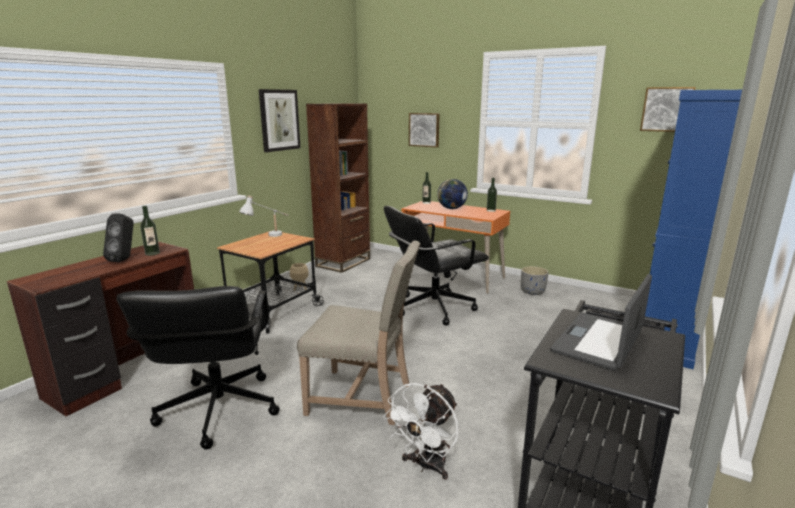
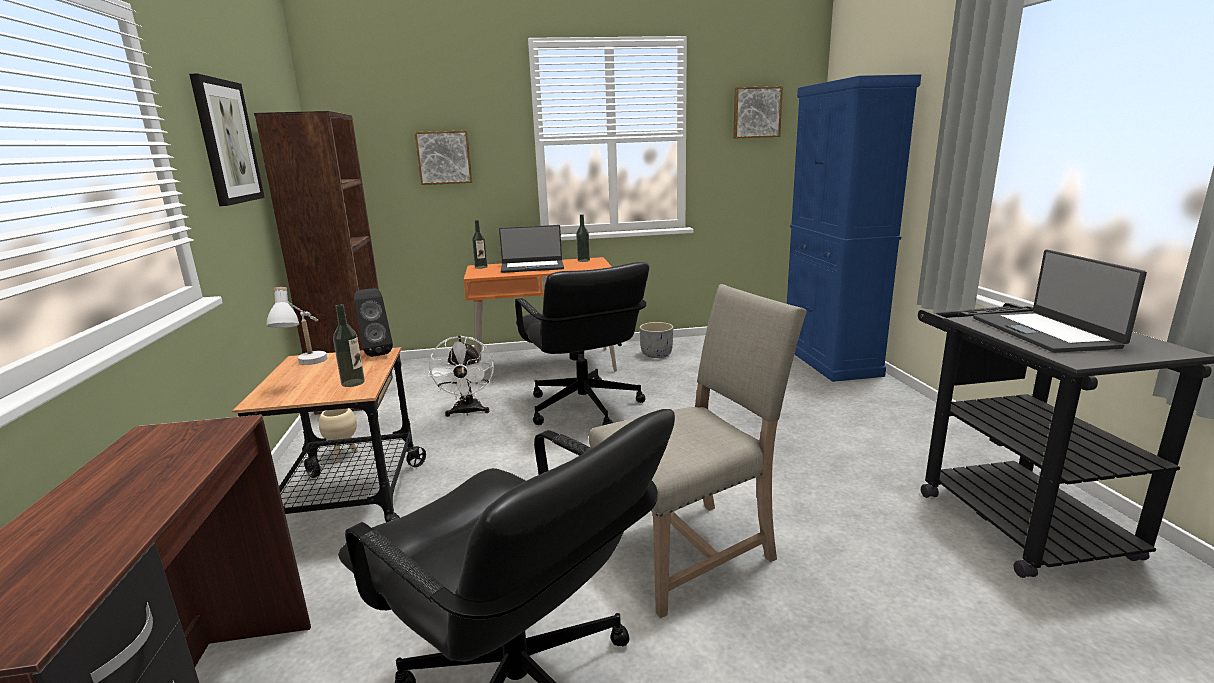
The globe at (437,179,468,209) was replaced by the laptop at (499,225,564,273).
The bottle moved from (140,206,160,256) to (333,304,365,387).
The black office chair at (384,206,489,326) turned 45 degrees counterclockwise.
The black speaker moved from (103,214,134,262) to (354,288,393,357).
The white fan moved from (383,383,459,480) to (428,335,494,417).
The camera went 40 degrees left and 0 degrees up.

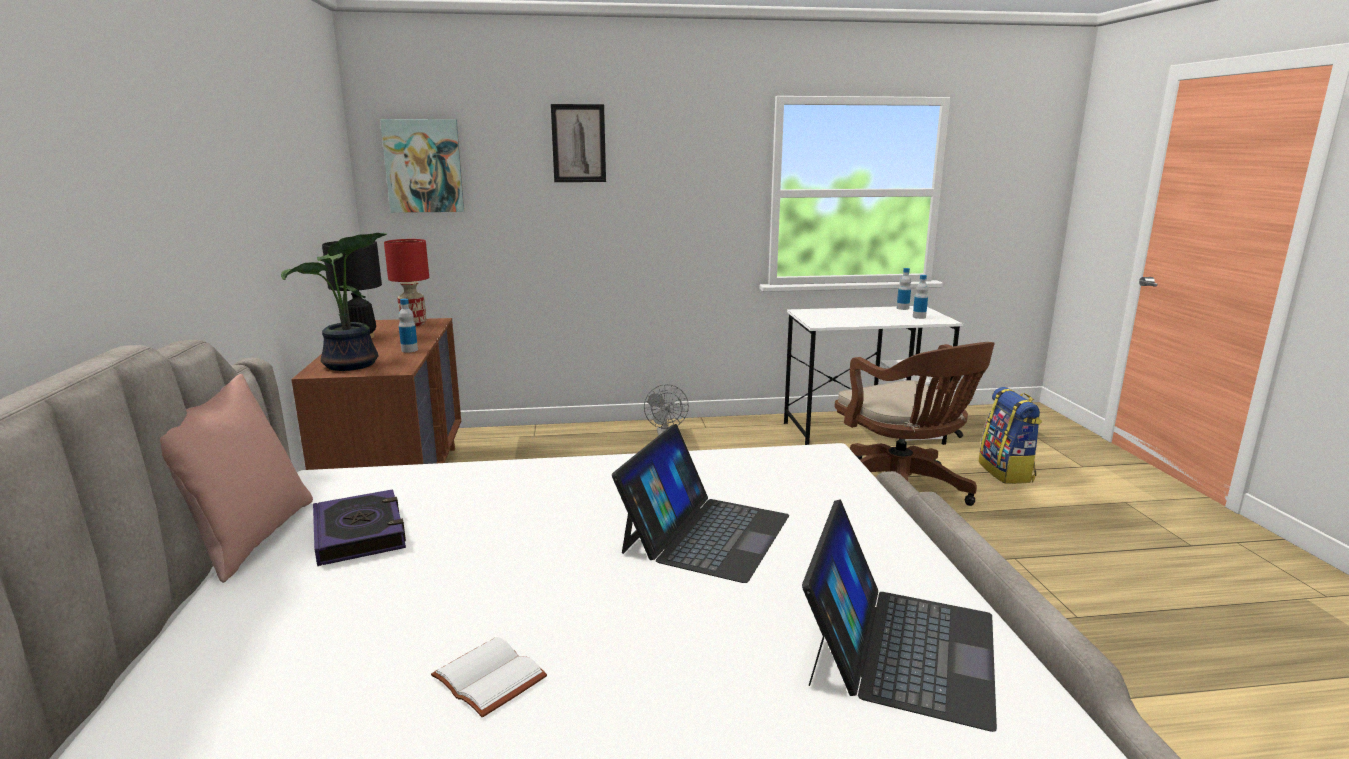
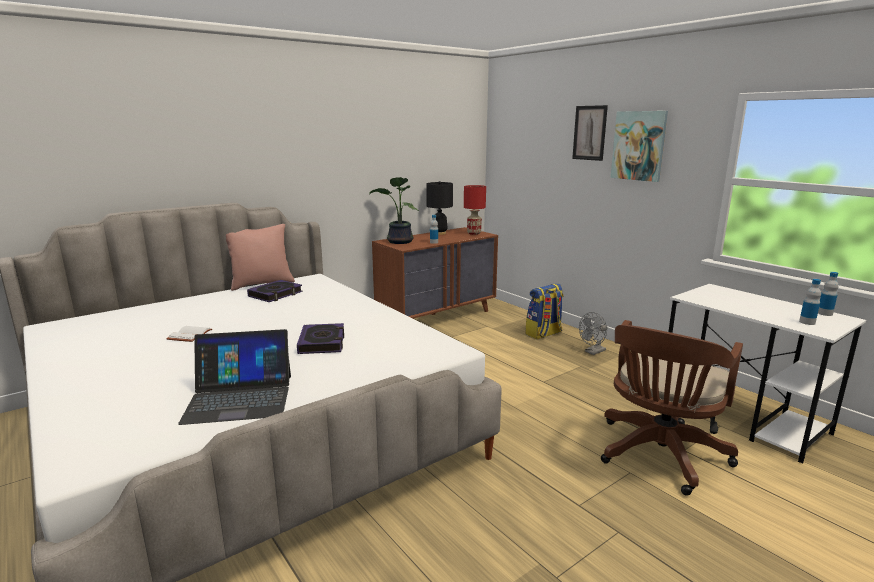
The picture moved from (380,119,464,213) to (610,111,668,182).
The backpack moved from (979,387,1042,484) to (525,283,564,340).
The laptop at (612,424,789,583) was replaced by the book at (297,323,344,354).
The camera went 60 degrees right and 0 degrees up.

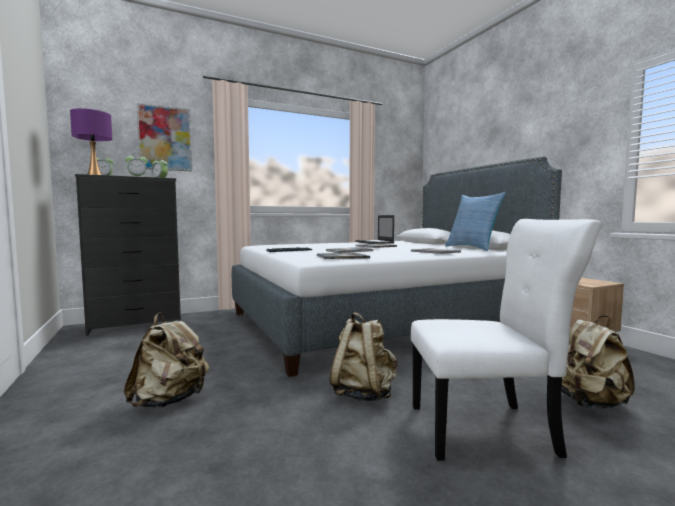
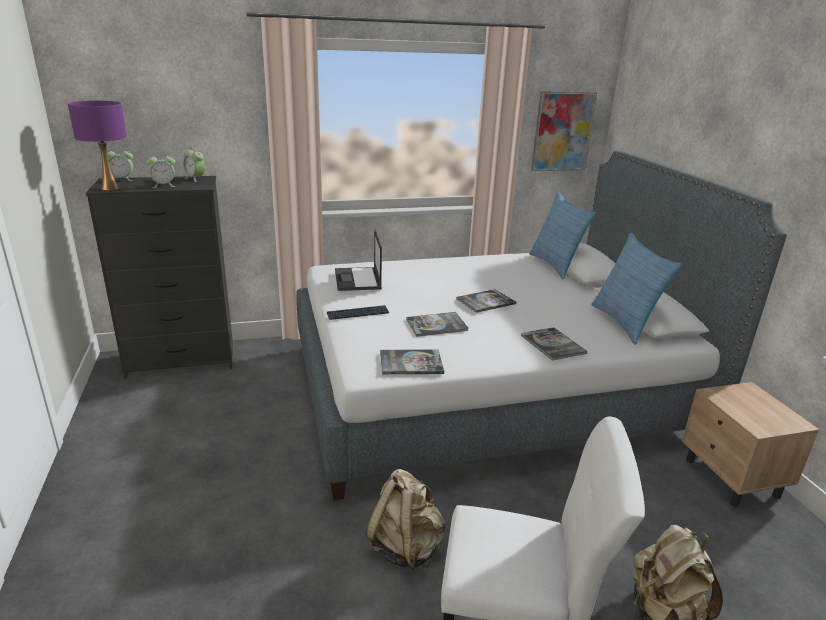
The picture moved from (136,103,192,172) to (531,91,597,171).
The laptop moved from (356,215,394,244) to (335,229,382,291).
The beige backpack at (124,313,209,408) disappeared.
The pillow at (529,192,596,280) appeared.
The camera went 10 degrees right and 20 degrees up.

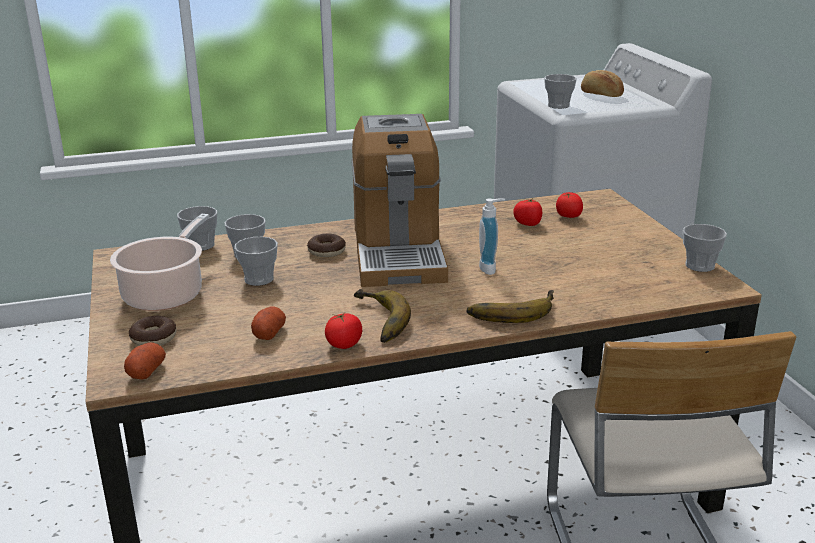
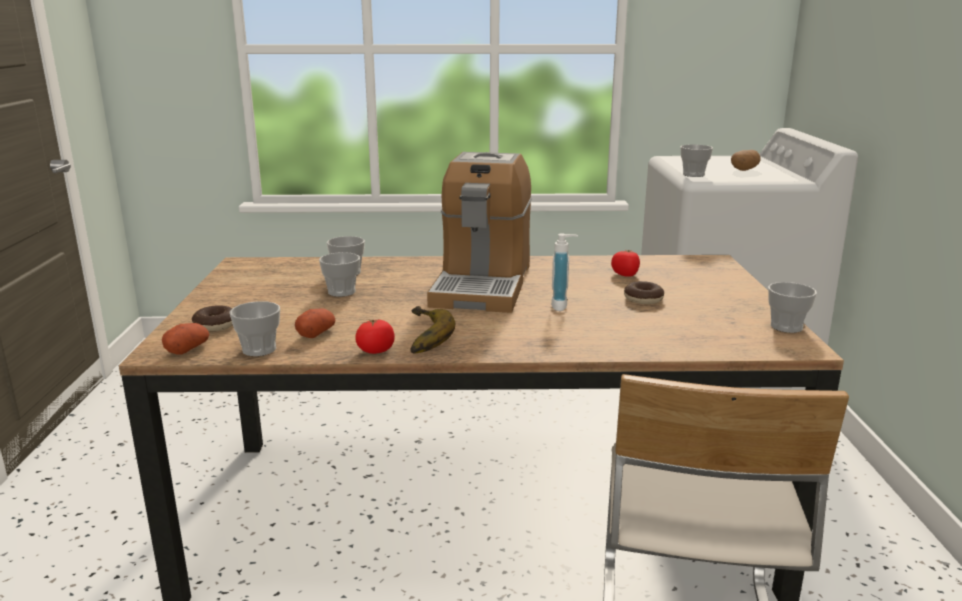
The bread at (581,70,624,97) was replaced by the potato at (731,150,761,171).
The tomato at (556,192,583,218) disappeared.
The cup moved from (177,206,217,251) to (230,301,280,356).
The cooking pot at (110,214,209,311) disappeared.
The donut moved from (307,234,346,257) to (624,281,664,304).
The banana at (466,290,554,323) disappeared.
The camera went 15 degrees right and 5 degrees down.

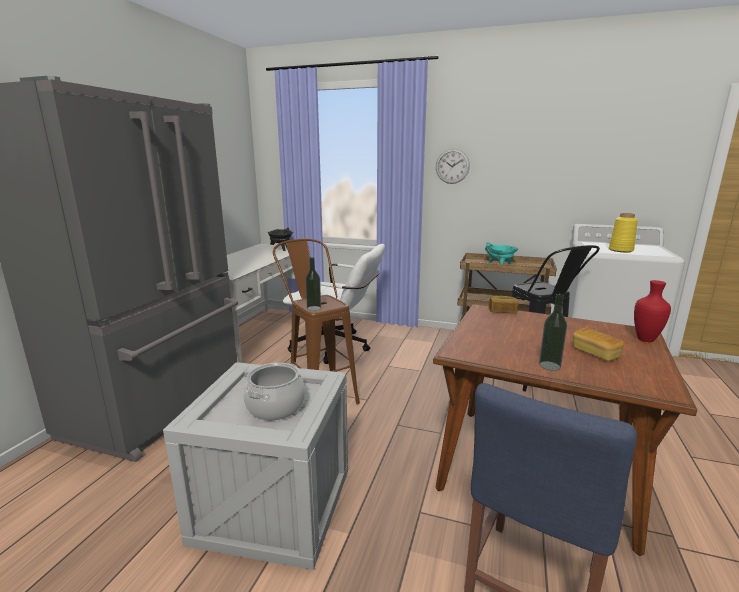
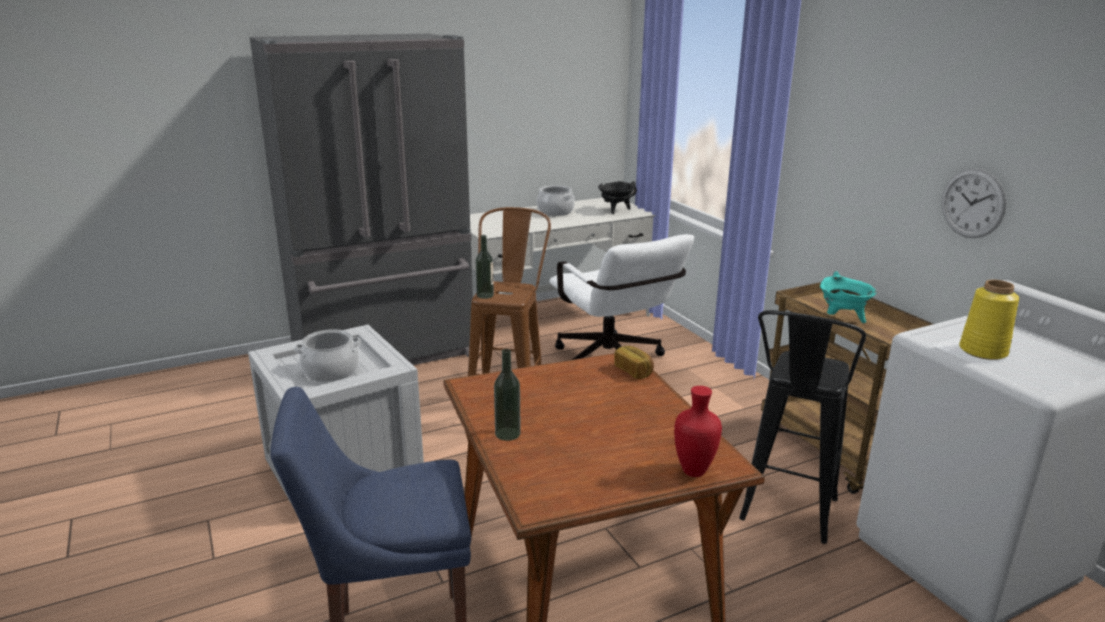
The wall clock moved from (436,149,470,184) to (941,168,1007,238).
The bread at (573,328,624,361) disappeared.
The cooking pot at (537,185,575,216) appeared.
The camera went 45 degrees right and 5 degrees up.

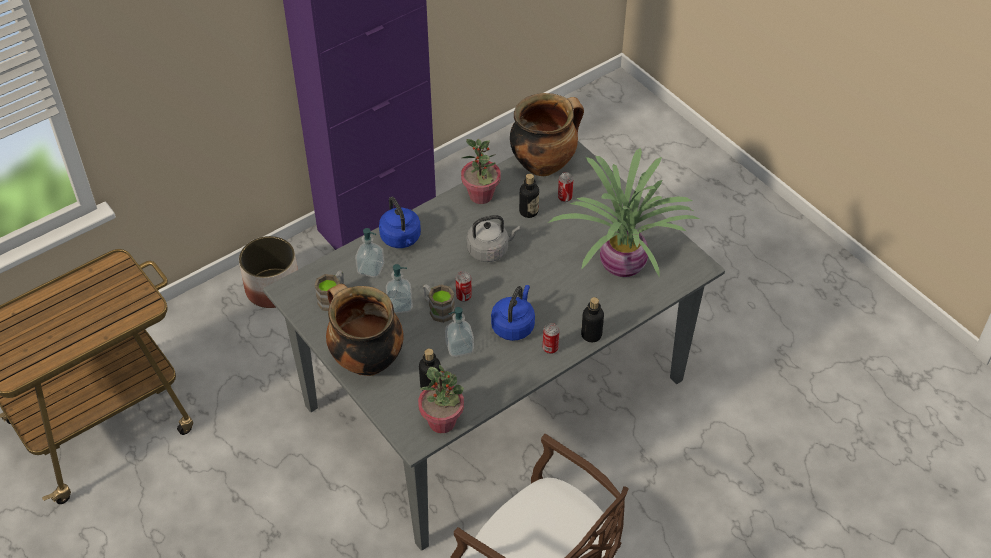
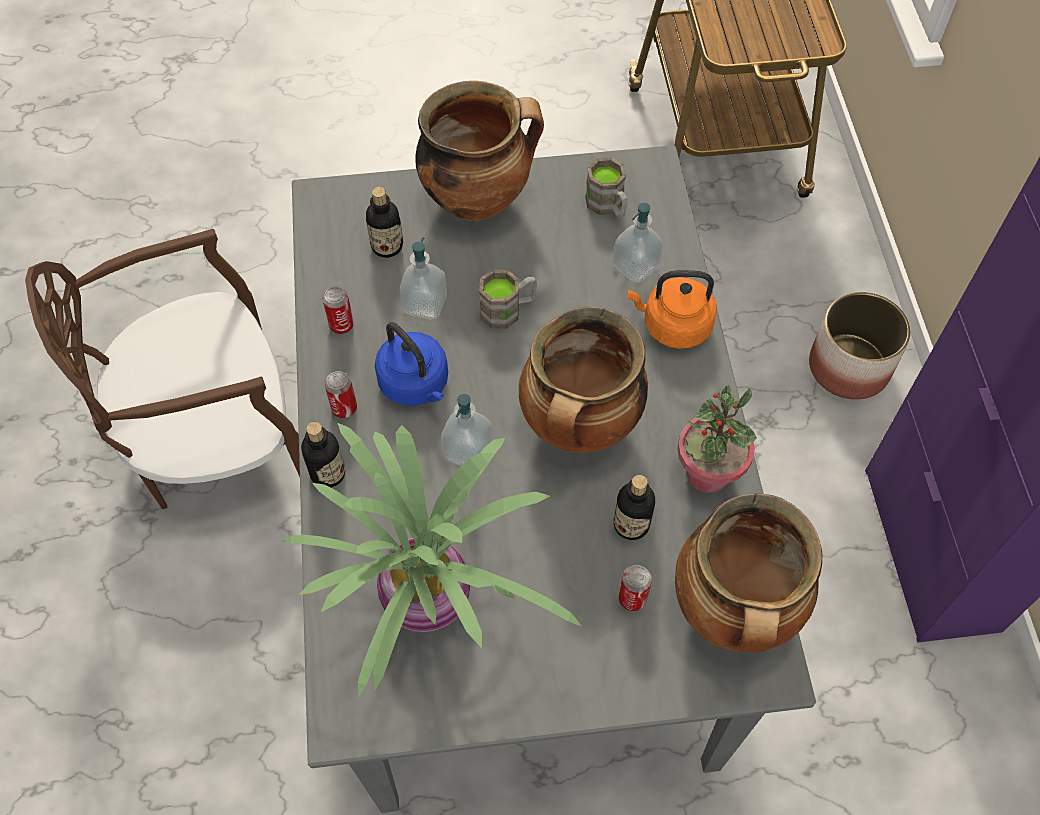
The blue kettle at (379,197,421,248) became the orange kettle at (627,270,717,349).
The grey kettle at (467,215,520,262) was replaced by the cooking pot at (519,307,648,453).
The soap dispenser moved from (386,264,413,313) to (441,394,492,466).
The can moved from (456,271,472,302) to (322,287,354,334).
The potted plant at (418,364,464,433) disappeared.
The camera went 120 degrees right and 10 degrees up.

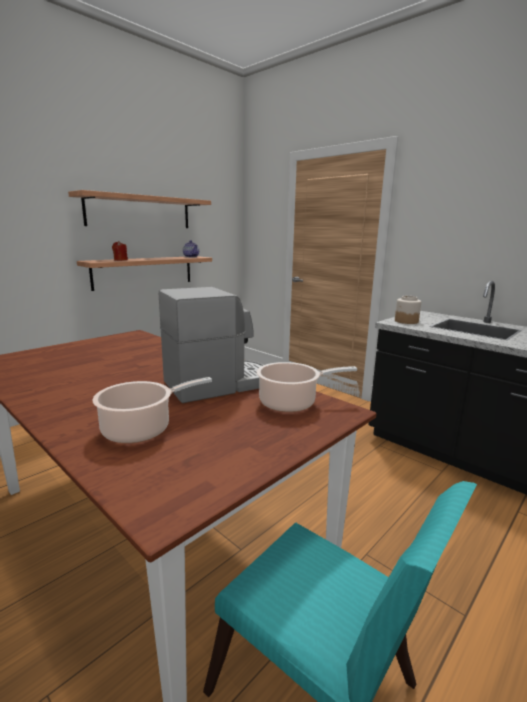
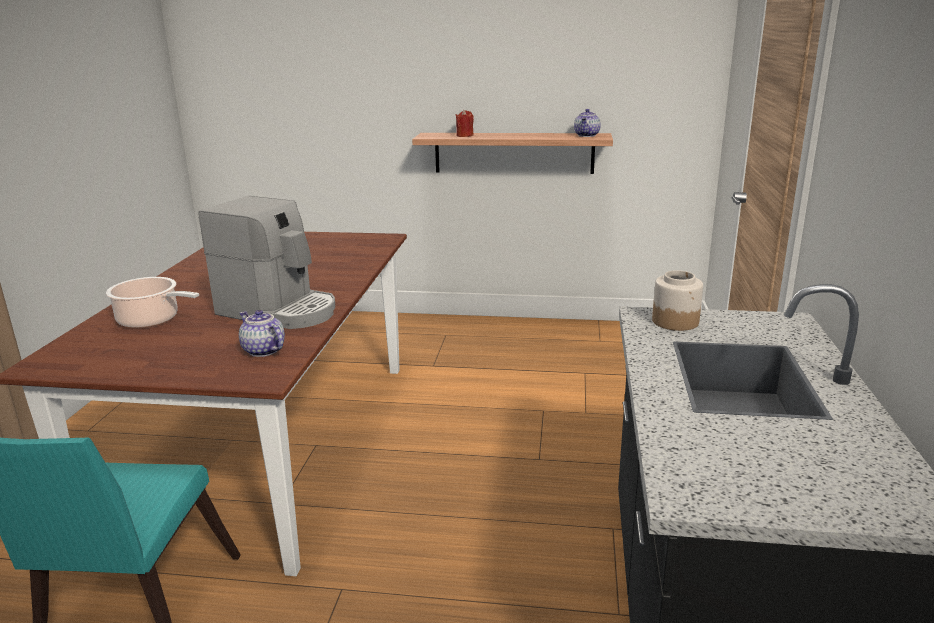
The shelf at (68,190,211,228) disappeared.
The cooking pot at (257,362,357,412) was replaced by the teapot at (239,310,285,357).
The camera went 55 degrees right and 5 degrees up.

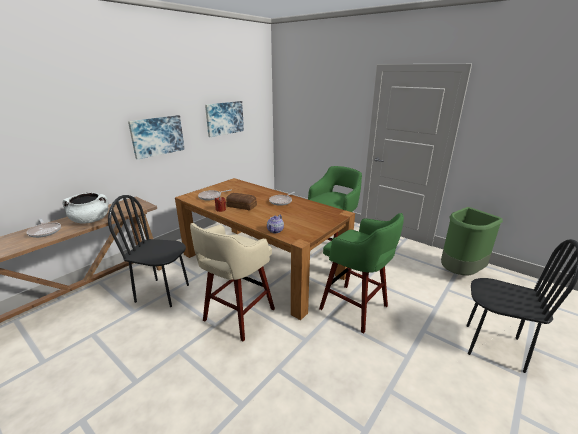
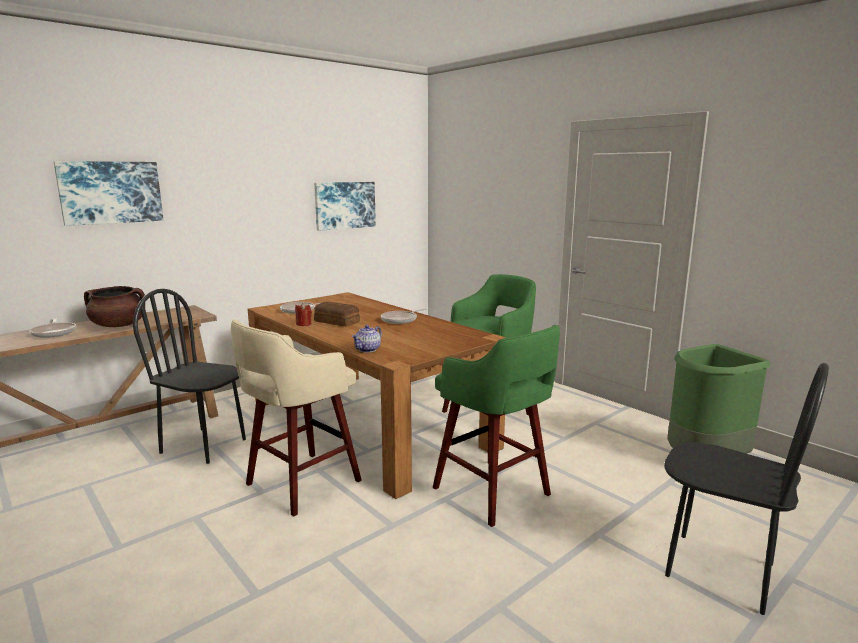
The picture moved from (128,115,185,160) to (54,161,163,226).
The white cooking pot at (62,192,109,224) became the brown cooking pot at (84,286,145,327).
The camera went 10 degrees right and 10 degrees down.

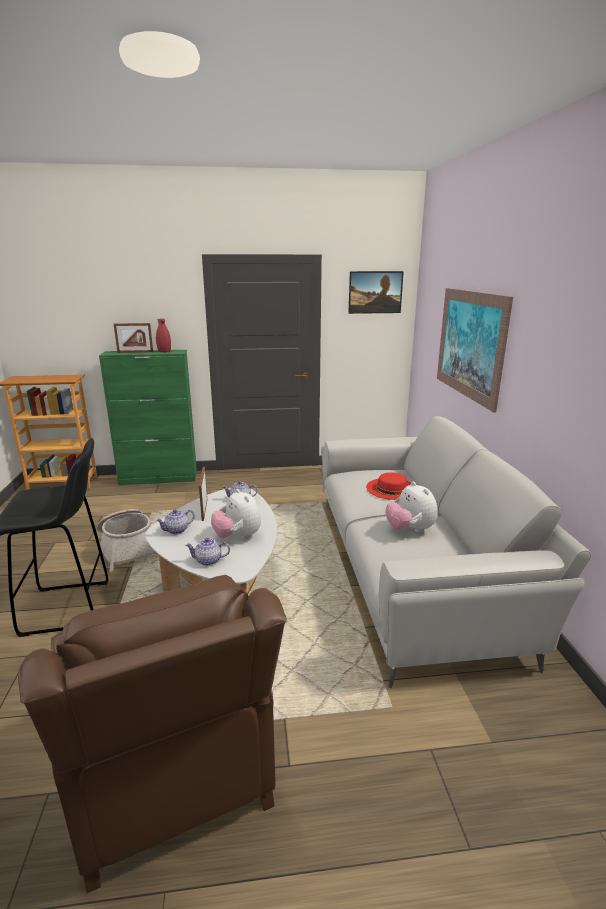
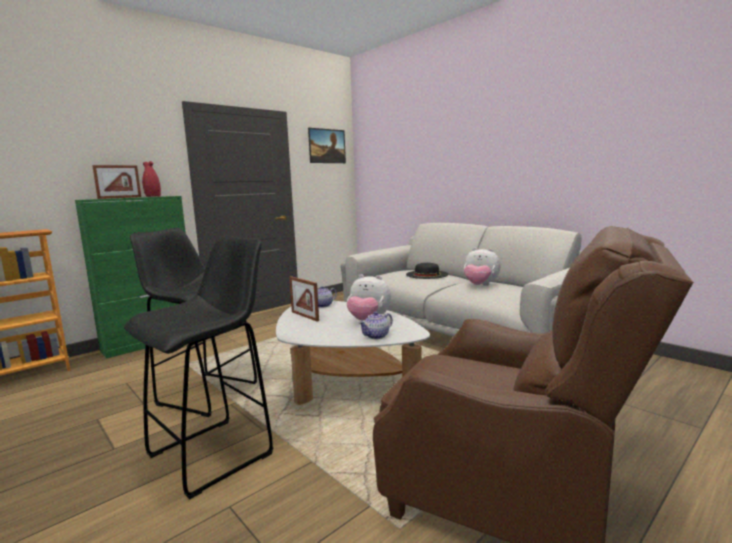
The picture at (437,288,513,413) disappeared.
The red hat at (366,473,411,500) became the black hat at (406,263,448,279).
The basket at (96,509,159,572) was replaced by the black stool at (130,228,257,417).
The teapot at (156,509,195,534) disappeared.
The camera went 35 degrees left and 10 degrees down.

